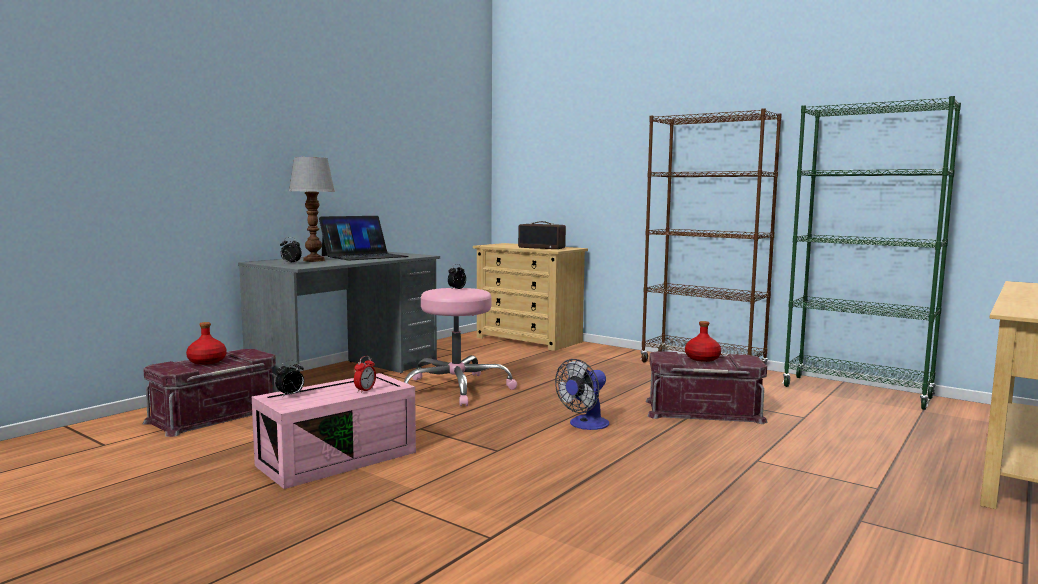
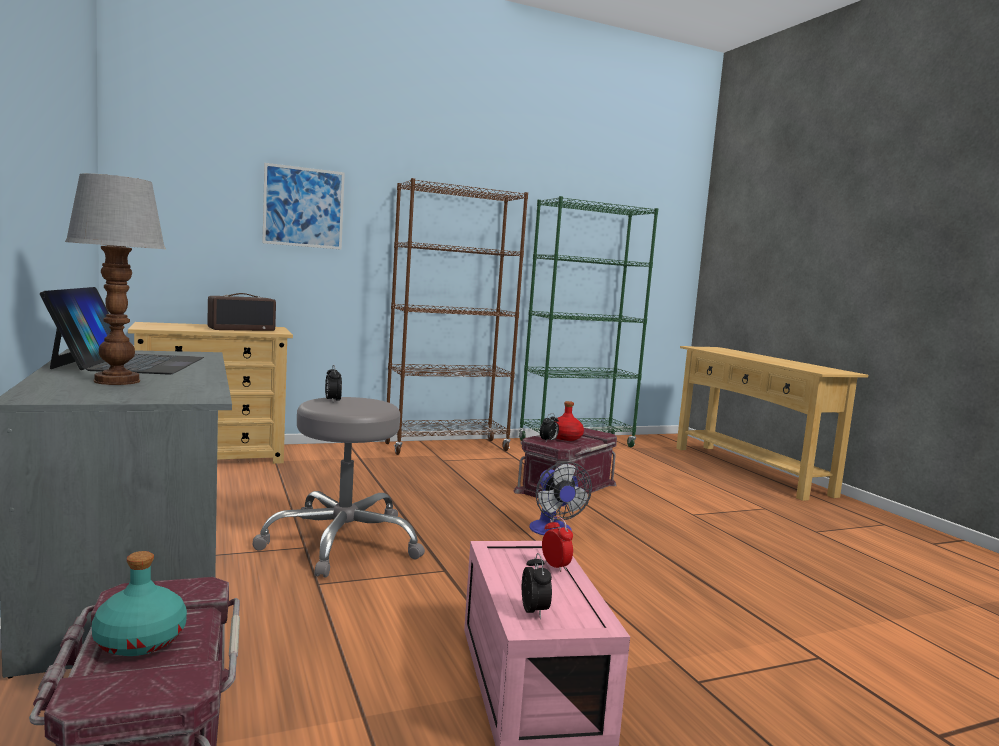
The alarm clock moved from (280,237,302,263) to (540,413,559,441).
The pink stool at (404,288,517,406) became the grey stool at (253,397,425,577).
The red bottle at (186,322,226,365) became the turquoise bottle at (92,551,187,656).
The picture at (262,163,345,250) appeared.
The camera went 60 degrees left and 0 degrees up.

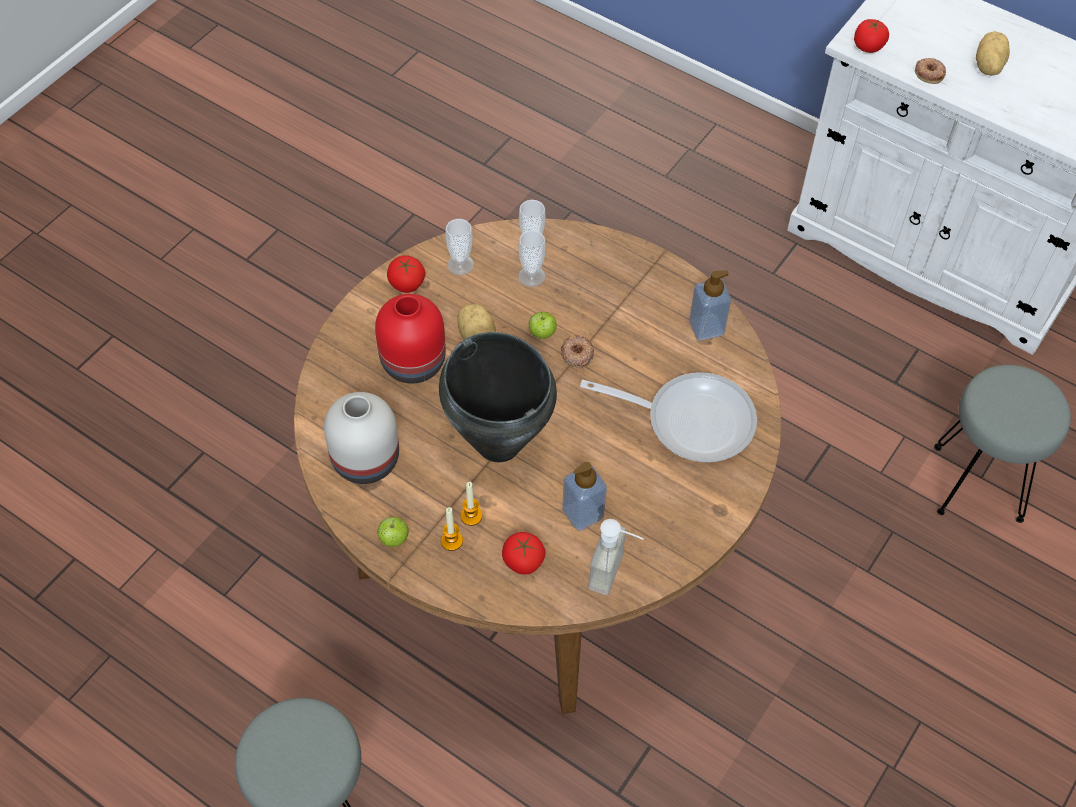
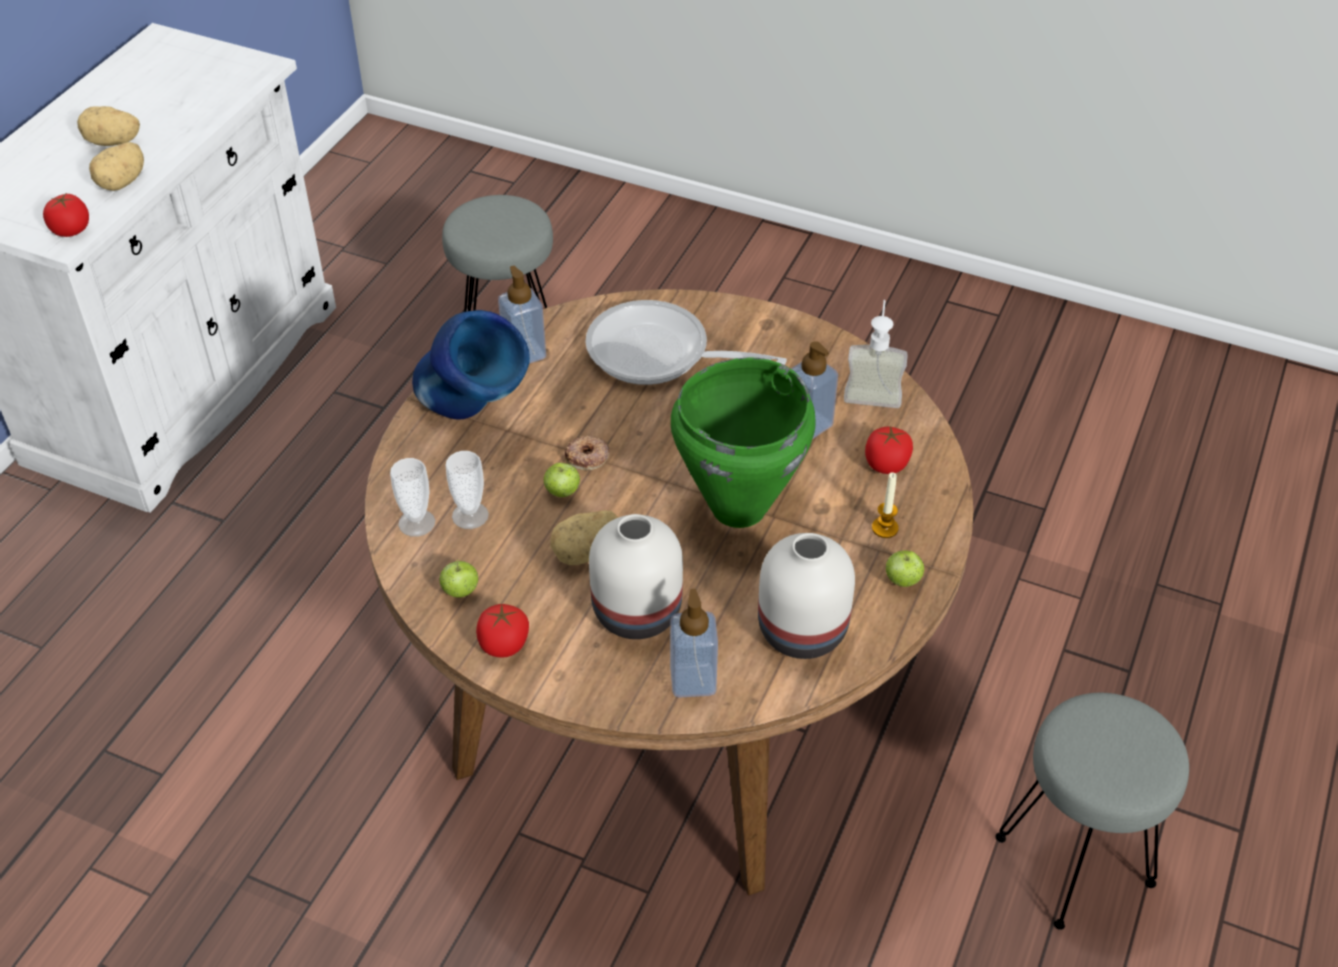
The donut at (915,58,946,84) was replaced by the potato at (89,142,144,191).
The cup at (446,219,474,275) was replaced by the apple at (439,560,478,598).
The red vase at (375,294,446,384) became the white vase at (589,514,683,639).
The black cooking pot at (439,332,557,463) became the green cooking pot at (671,357,816,528).
The frying pan at (580,372,757,462) turned 75 degrees counterclockwise.
The candle at (460,482,482,526) disappeared.
The blue vase at (412,310,530,419) appeared.
The soap dispenser at (670,589,718,698) appeared.
The camera went 100 degrees left and 10 degrees down.

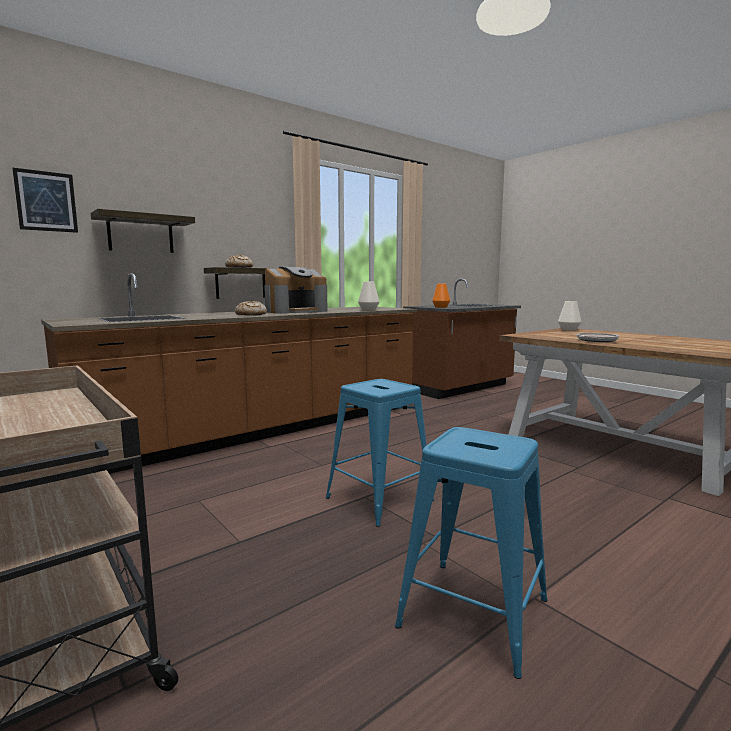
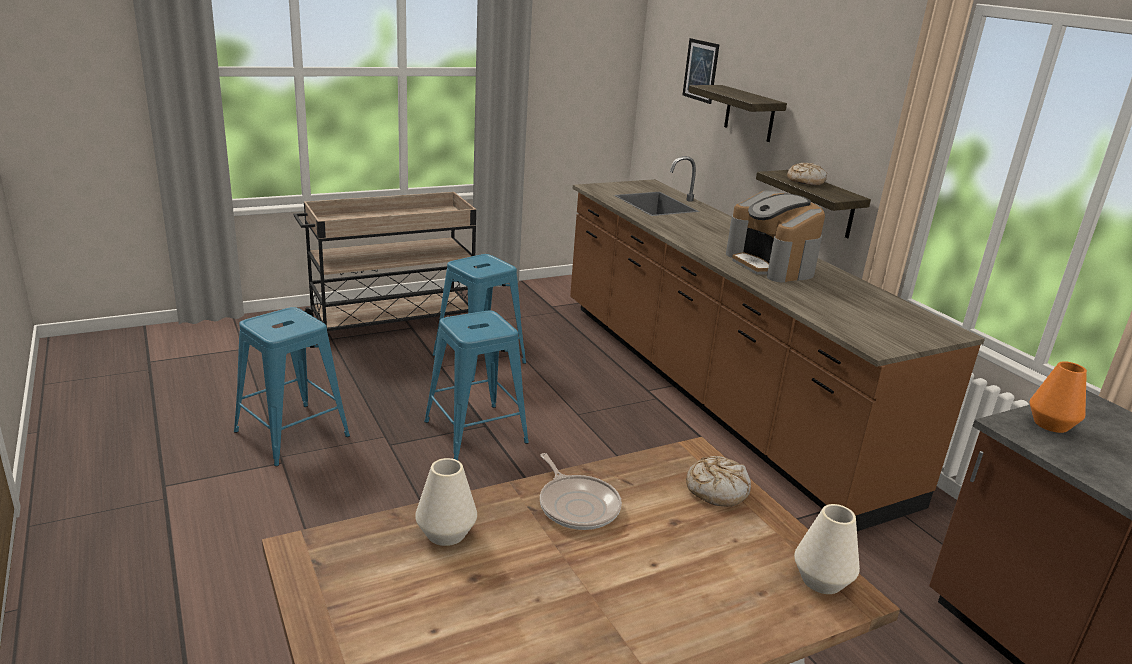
The white vase moved from (358,282,379,310) to (415,458,477,546).
The bread moved from (235,301,267,316) to (686,456,751,507).
The blue stool at (433,254,526,381) appeared.
The camera went 100 degrees right and 15 degrees up.

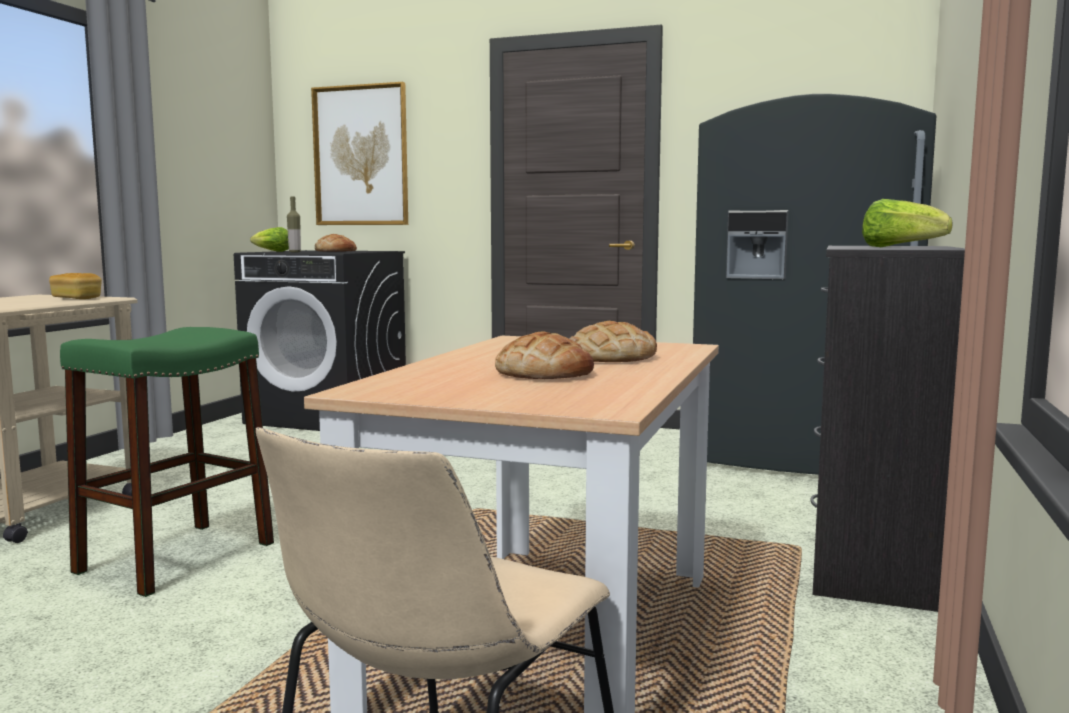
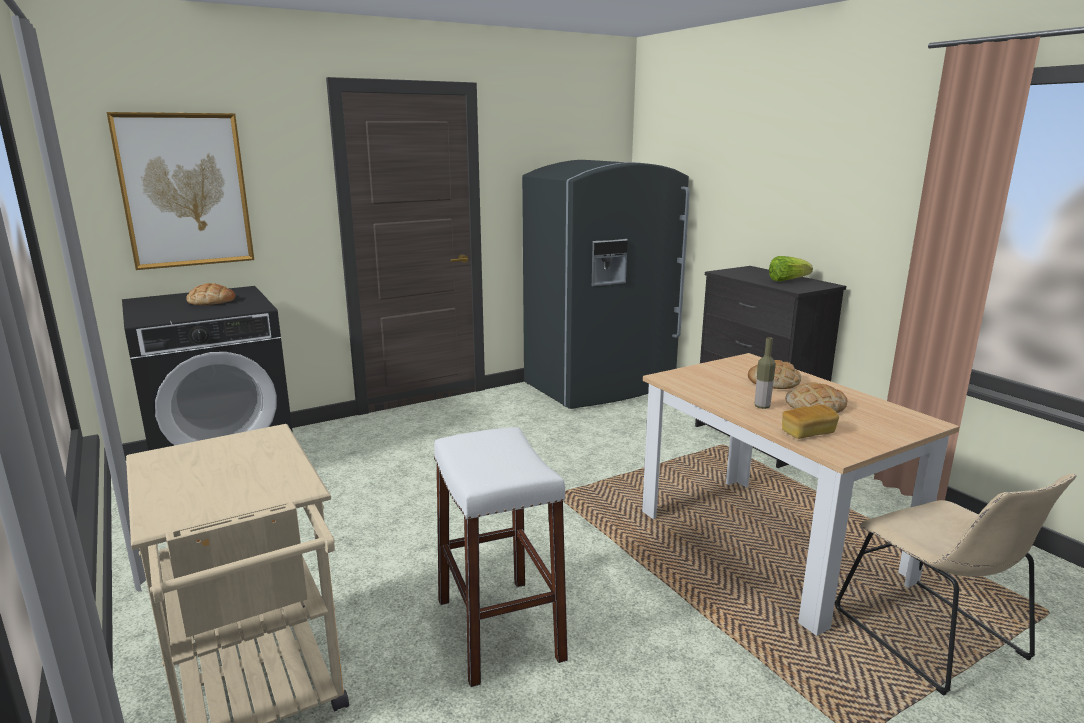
The bottle moved from (287,197,301,252) to (755,337,776,409).
The lettuce at (250,227,289,252) disappeared.
The bread moved from (49,273,102,299) to (782,405,839,439).
The green stool at (60,327,274,597) became the white stool at (434,427,568,687).
The camera went 50 degrees left and 10 degrees up.

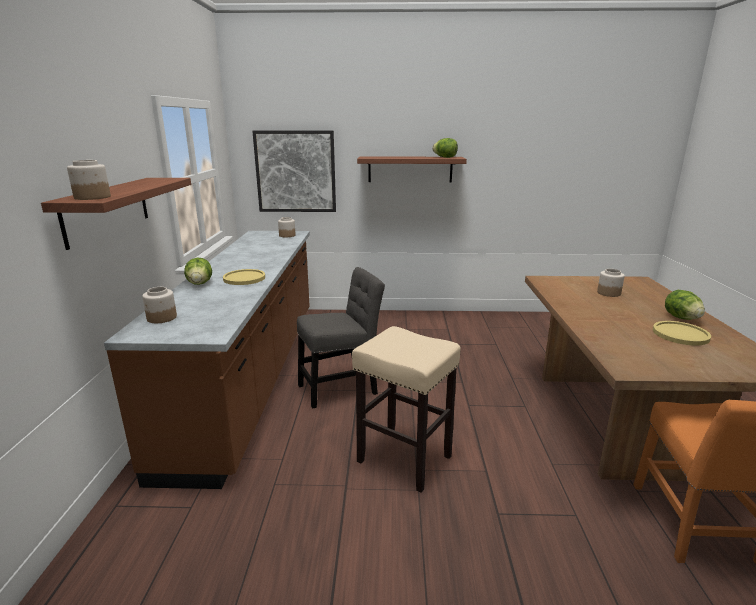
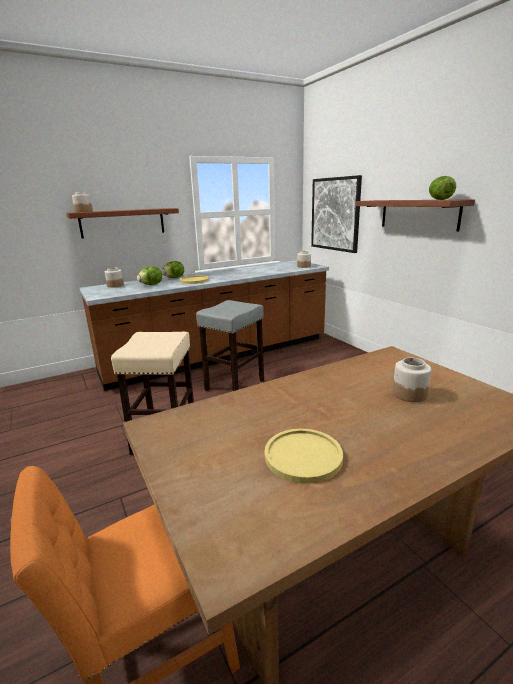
The grey chair at (297,267,385,409) was replaced by the grey stool at (196,300,264,391).
The lettuce moved from (665,290,705,320) to (137,267,162,285).
The camera went 60 degrees right and 0 degrees up.

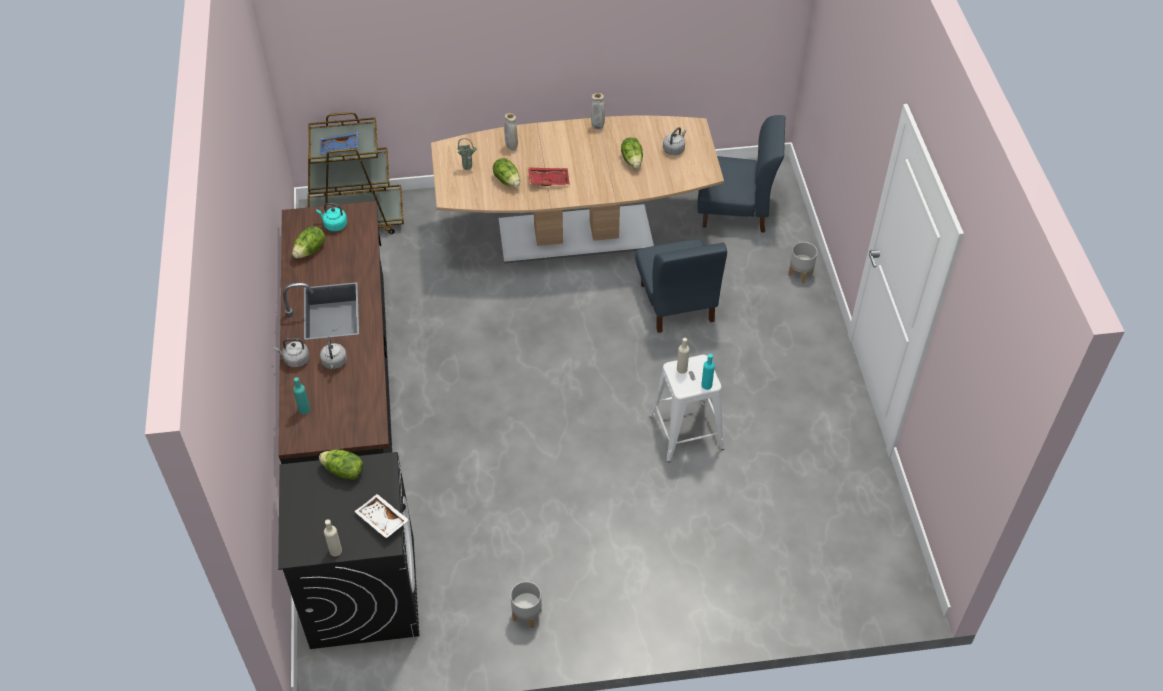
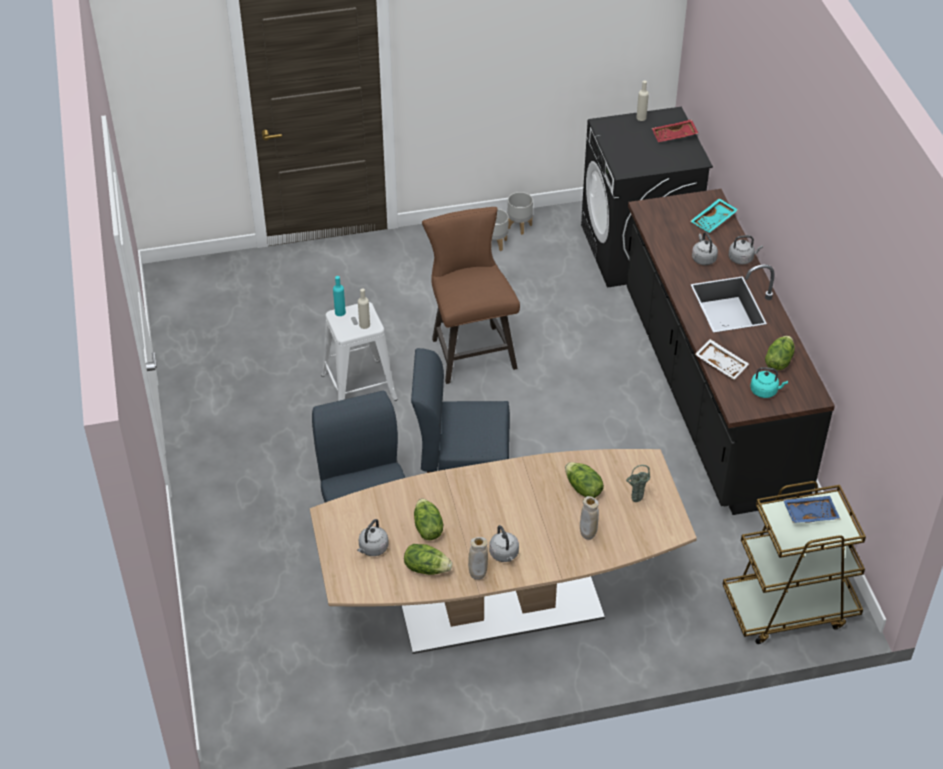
The blue chair moved from (697,115,785,233) to (411,348,510,473).
The red tray moved from (528,167,570,186) to (652,119,699,142).
The grey planter moved from (788,242,818,283) to (508,192,533,235).
The turquoise bottle at (293,377,310,414) was replaced by the turquoise tray at (690,198,738,233).
The lettuce moved from (319,449,363,480) to (404,544,452,575).
The white tray moved from (354,494,409,538) to (695,339,749,380).
The brown stool at (422,207,520,384) appeared.
The grey kettle at (489,525,519,562) appeared.
The camera went 175 degrees right and 5 degrees down.

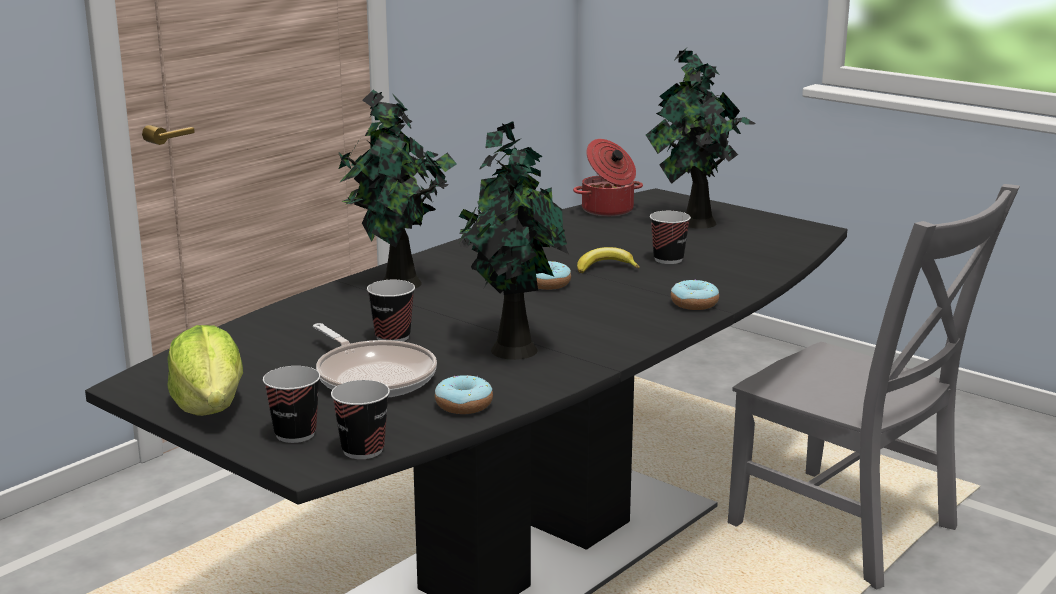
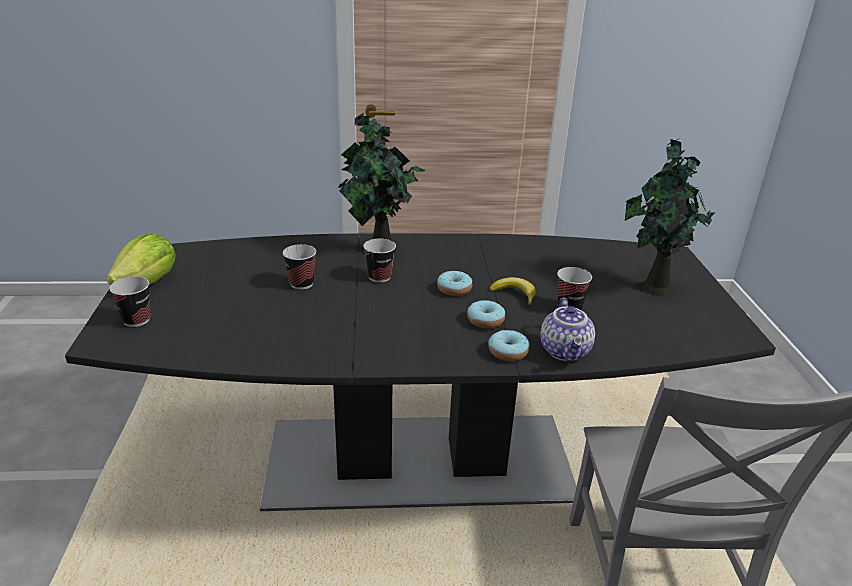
The potted plant at (458,121,569,360) disappeared.
The cooking pot at (573,139,643,216) disappeared.
The frying pan at (313,323,437,398) disappeared.
The donut moved from (435,375,493,414) to (467,300,505,329).
The cup moved from (331,380,390,459) to (363,239,396,283).
The teapot at (540,298,595,362) appeared.
The camera went 45 degrees right and 10 degrees up.

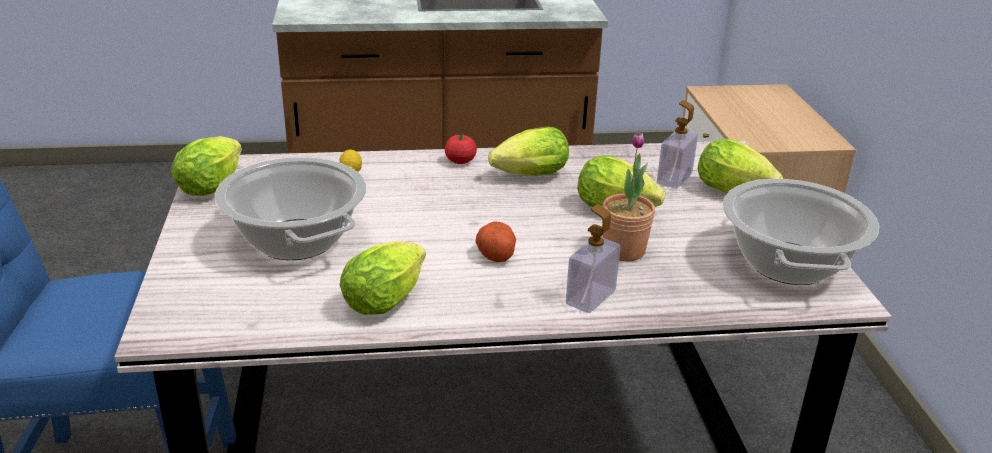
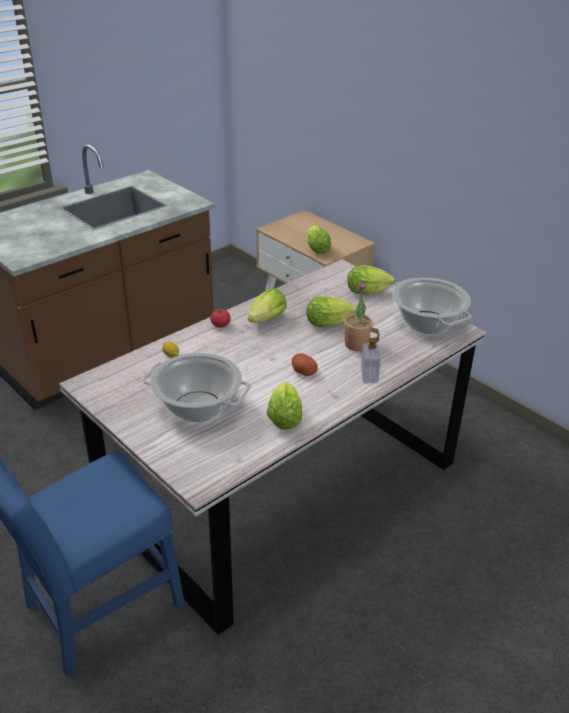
The soap dispenser at (657,100,698,189) disappeared.
The lettuce moved from (172,136,242,196) to (307,225,331,254).
The camera went 35 degrees left and 5 degrees up.

